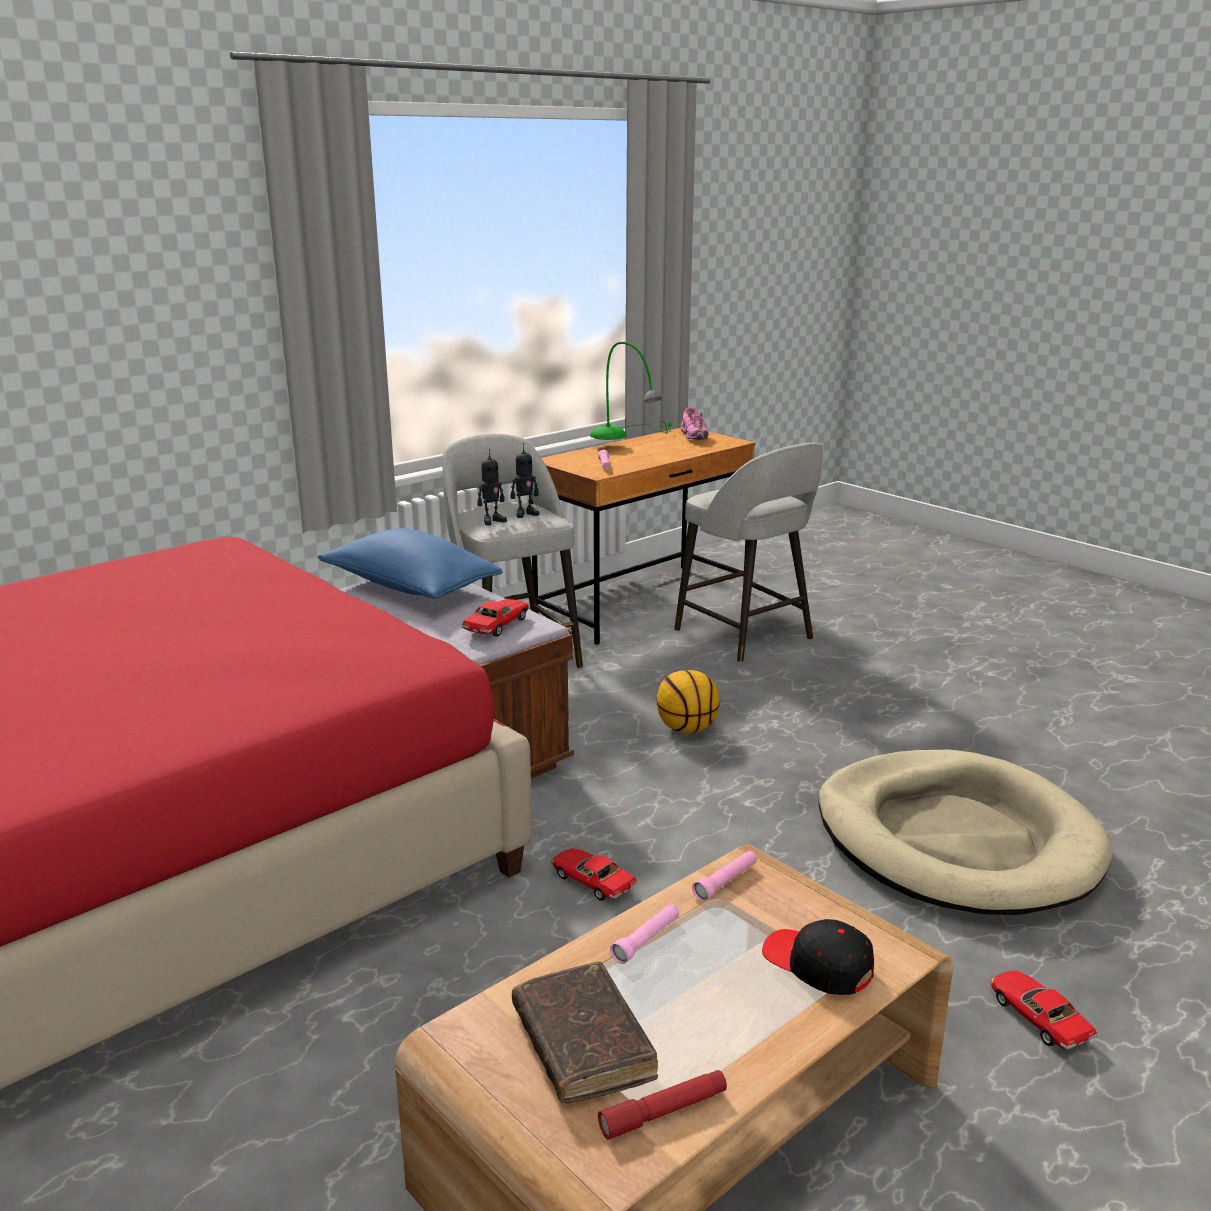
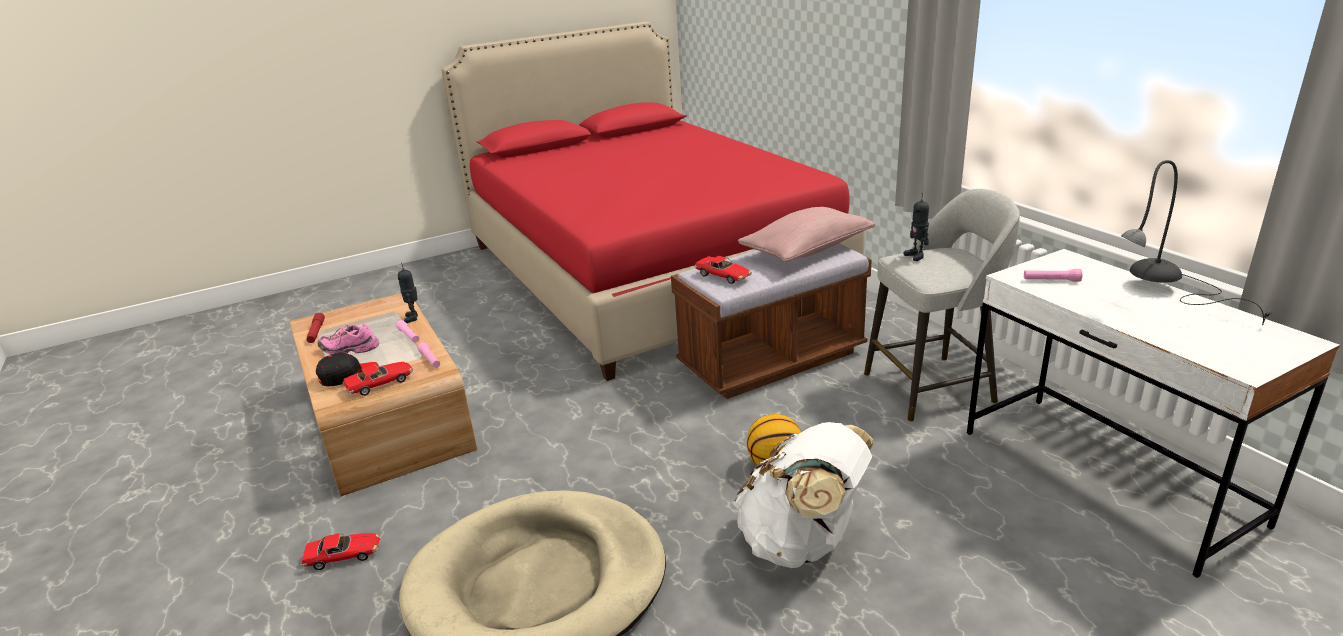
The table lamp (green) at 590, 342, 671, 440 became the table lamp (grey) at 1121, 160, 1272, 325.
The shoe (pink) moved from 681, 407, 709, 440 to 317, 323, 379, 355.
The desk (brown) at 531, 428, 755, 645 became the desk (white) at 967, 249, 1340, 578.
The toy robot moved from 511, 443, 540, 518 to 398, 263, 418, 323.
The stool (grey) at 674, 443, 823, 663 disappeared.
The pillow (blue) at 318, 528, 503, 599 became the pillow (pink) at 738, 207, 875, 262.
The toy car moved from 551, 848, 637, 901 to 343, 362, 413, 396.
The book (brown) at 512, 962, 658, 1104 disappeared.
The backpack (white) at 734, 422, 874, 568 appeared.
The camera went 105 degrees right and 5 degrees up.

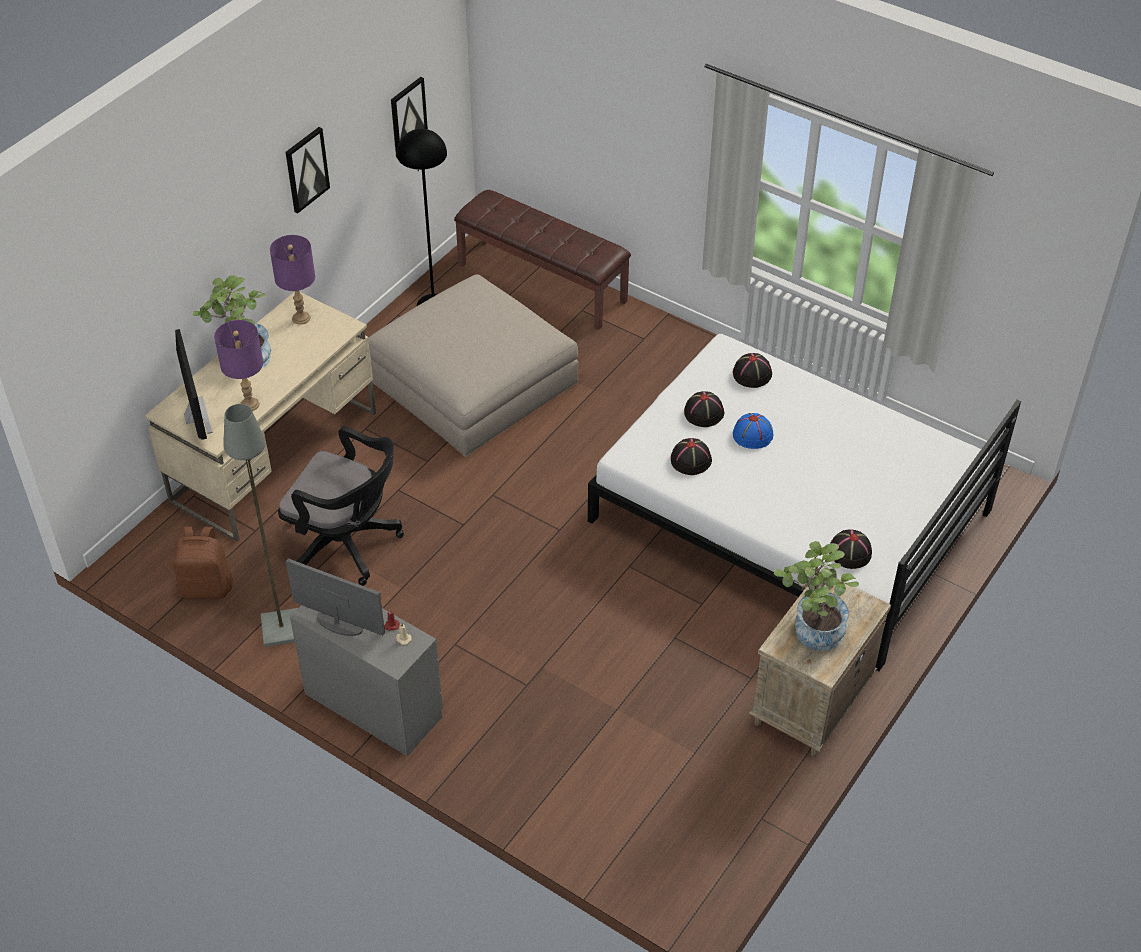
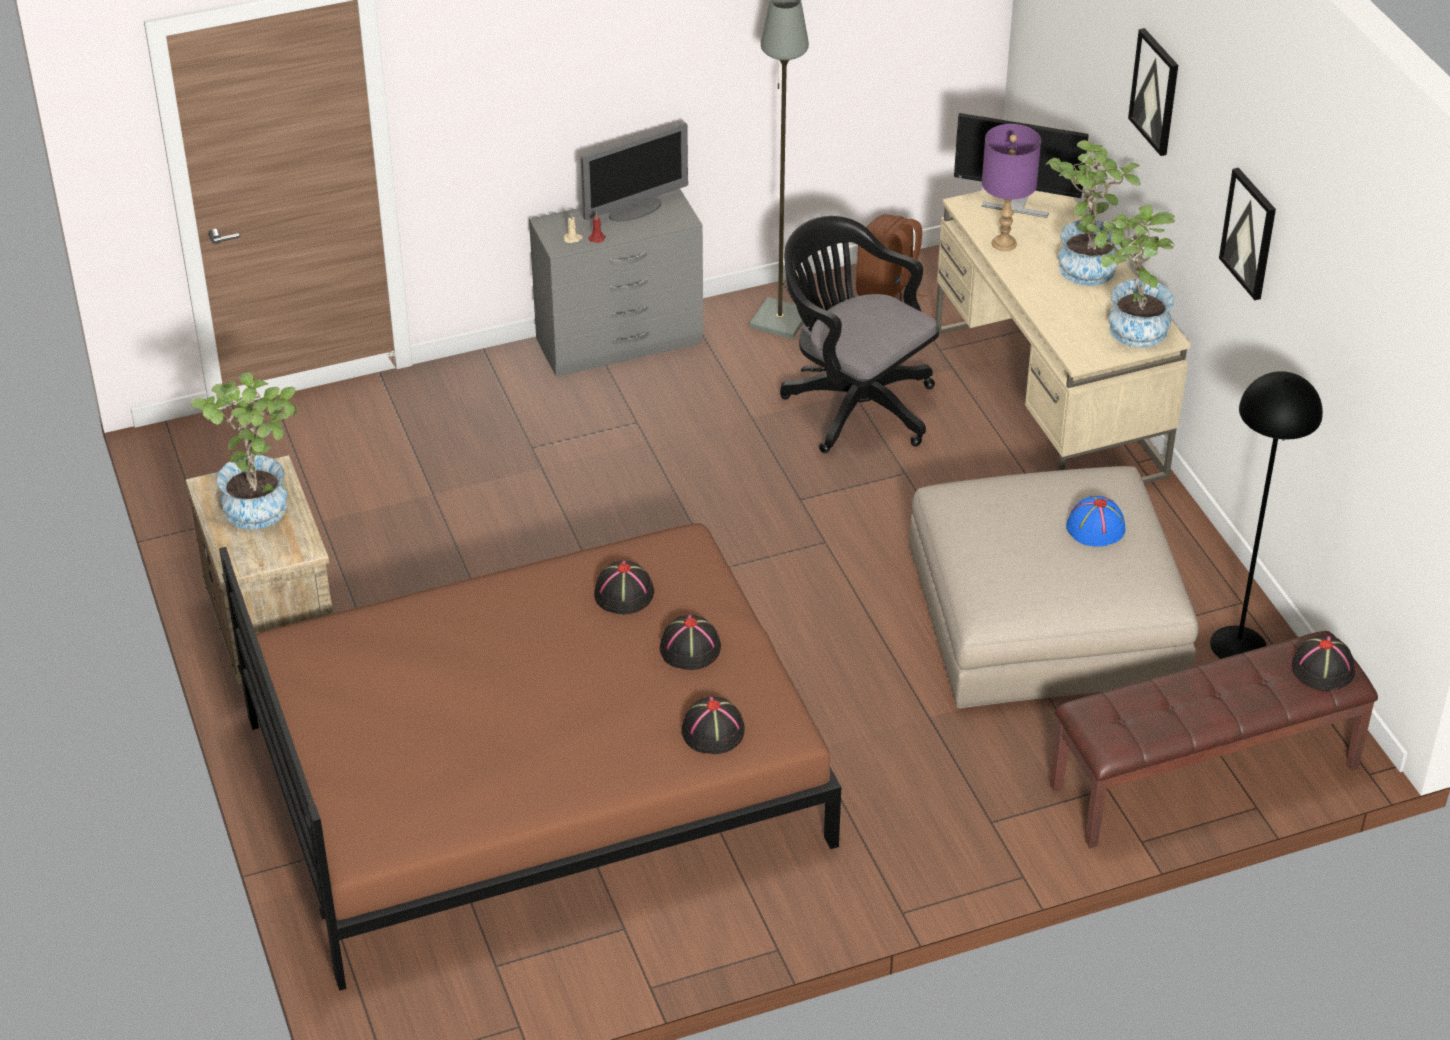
The picture moved from 391, 77, 428, 157 to 1128, 28, 1178, 156.
The table lamp (purple) at 270, 235, 315, 325 was replaced by the potted plant at 1087, 205, 1175, 348.
The bed (white) at 588, 334, 1021, 671 became the bed (brown) at 219, 523, 841, 991.
The hat (blue) moved from 733, 413, 773, 449 to 1066, 496, 1125, 547.
The office chair (black) at 278, 426, 404, 586 turned 75 degrees clockwise.
The hat (black) moved from 829, 529, 872, 569 to 1292, 636, 1355, 691.
The camera went 125 degrees right and 5 degrees down.

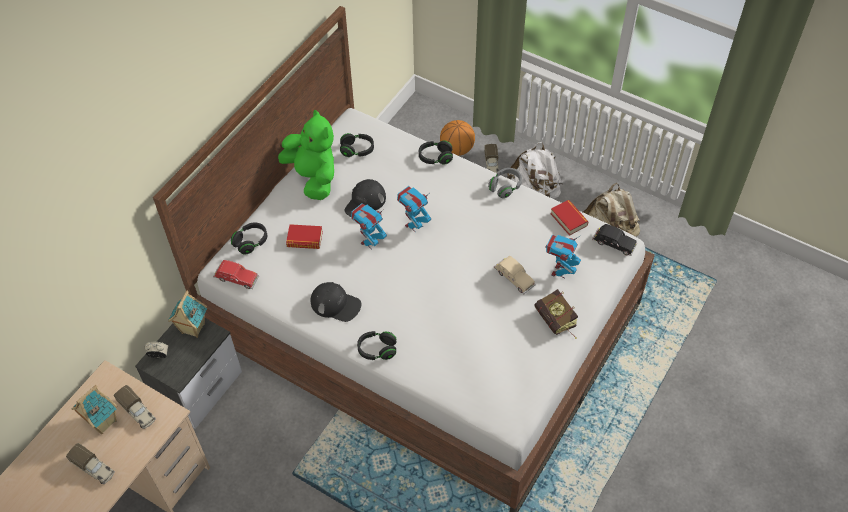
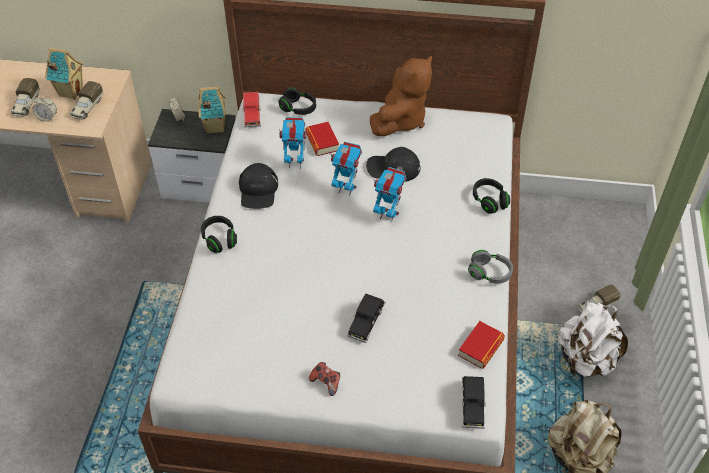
The plush toy (green) at 278, 110, 334, 200 became the plush toy (brown) at 370, 56, 432, 136.
The basketball at 440, 120, 475, 156 disappeared.
The headphones (black) at 340, 133, 374, 157 disappeared.
The toy robot moved from 545, 235, 581, 278 to 279, 117, 306, 169.
The toy car (beige) at 494, 256, 536, 294 became the toy car (black) at 347, 294, 385, 343.
The book at 534, 289, 578, 339 was replaced by the game controller at 309, 362, 340, 396.
The alarm clock at 32, 95, 57, 122 appeared.
The camera went 65 degrees right and 5 degrees down.

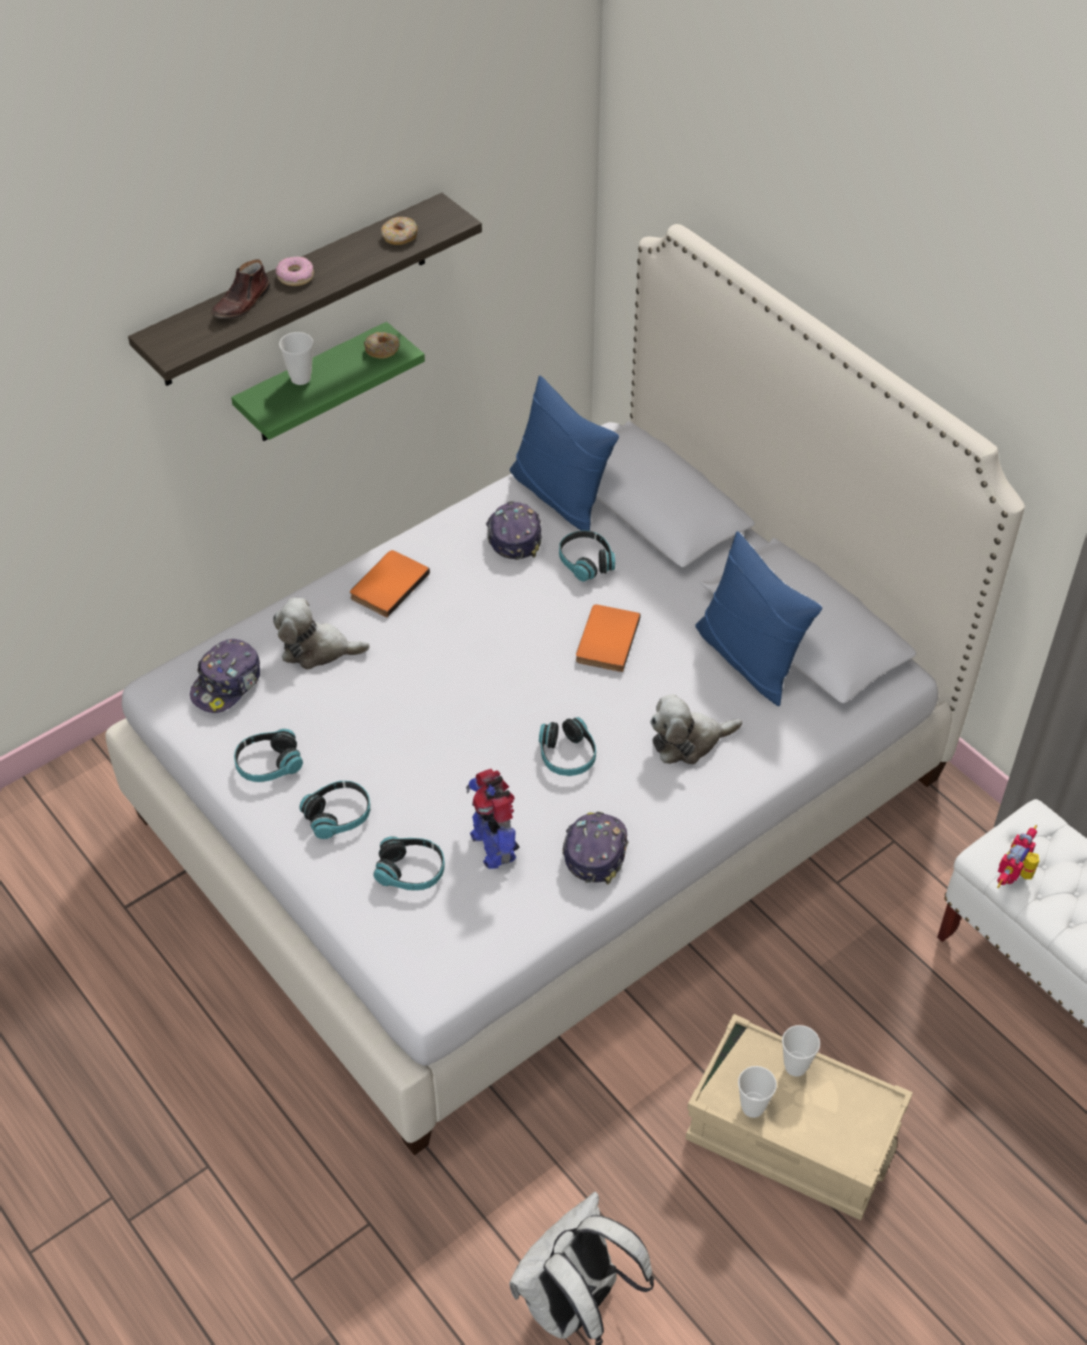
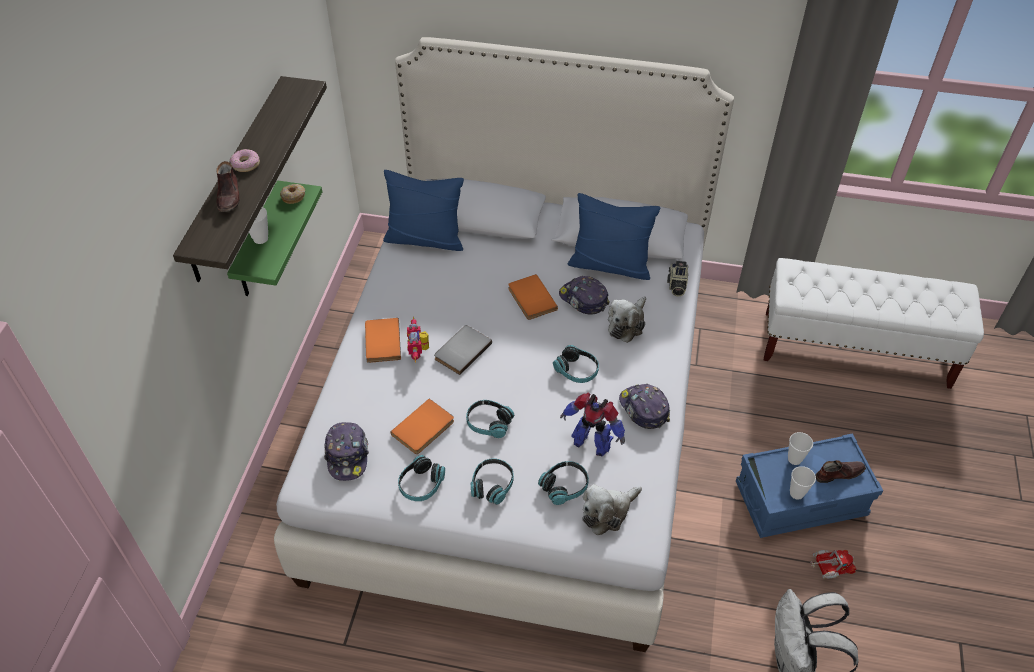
The donut at 381, 217, 418, 245 disappeared.
The cap moved from 486, 501, 542, 560 to 559, 276, 610, 315.
The headphones moved from 559, 530, 615, 582 to 466, 400, 514, 438.
The plush toy moved from 273, 598, 370, 670 to 582, 484, 642, 535.
The toy robot moved from 997, 825, 1039, 888 to 407, 317, 429, 363.
The storage box (beige) at 686, 1014, 913, 1220 became the storage box (blue) at 736, 433, 883, 538.
The photo camera at 667, 261, 688, 296 appeared.
The book (grey) at 434, 325, 492, 375 appeared.
The book (orange) at 391, 399, 454, 454 appeared.
The shoe (brown) at 815, 460, 866, 483 appeared.
The toy truck at 810, 550, 856, 579 appeared.
The camera went 40 degrees left and 0 degrees up.

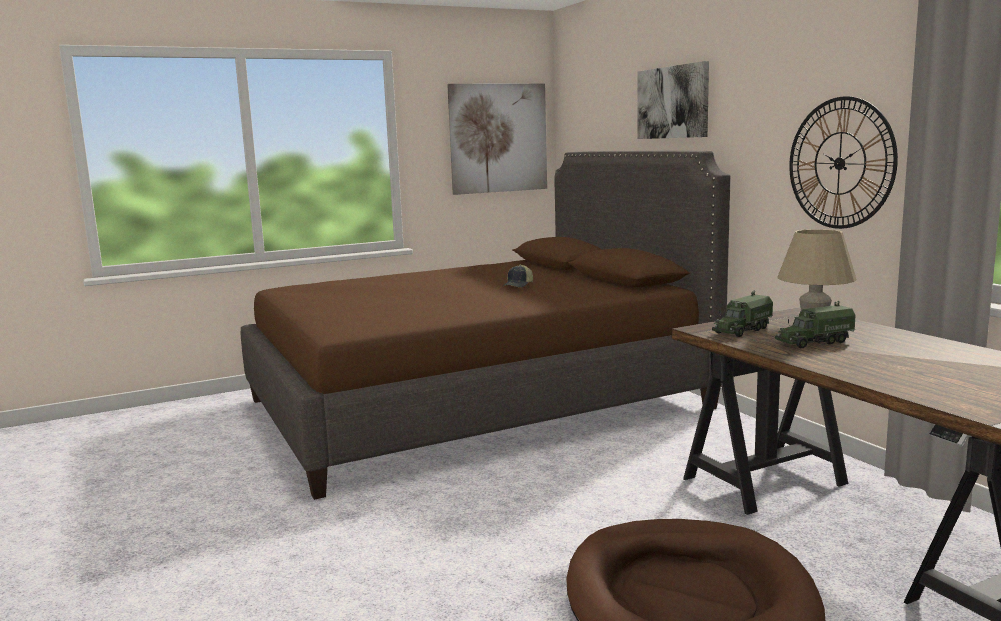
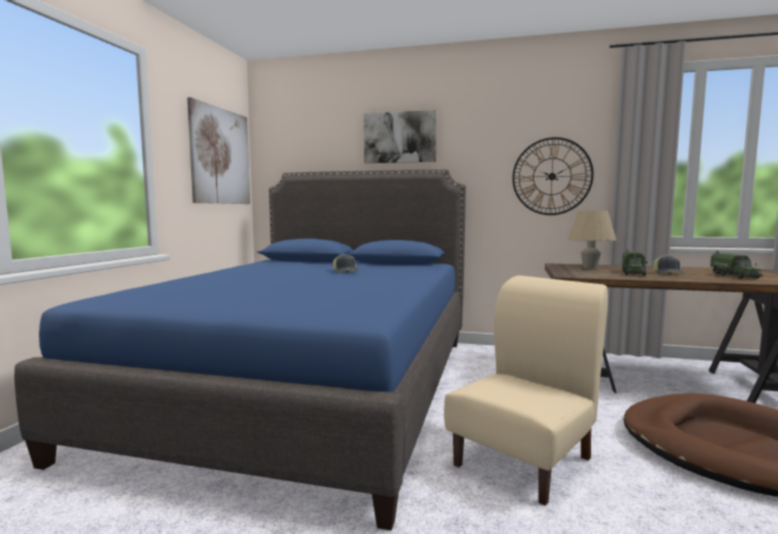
The bed (brown) at 241, 151, 731, 500 became the bed (blue) at 14, 169, 466, 531.
The toy truck moved from 712, 291, 773, 337 to 710, 250, 763, 279.
The cap at 653, 255, 684, 275 appeared.
The chair (beige) at 444, 275, 608, 506 appeared.
The camera went 50 degrees left and 5 degrees down.

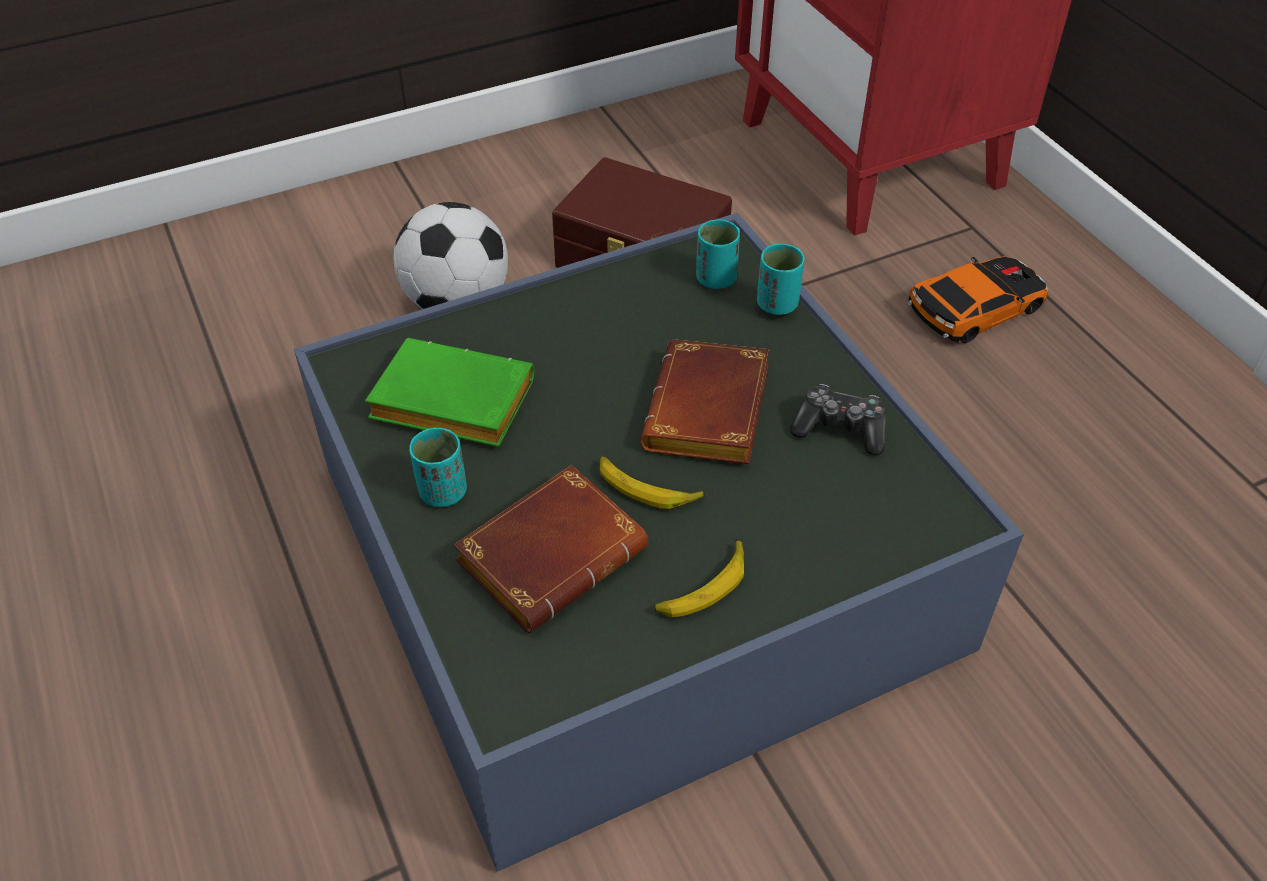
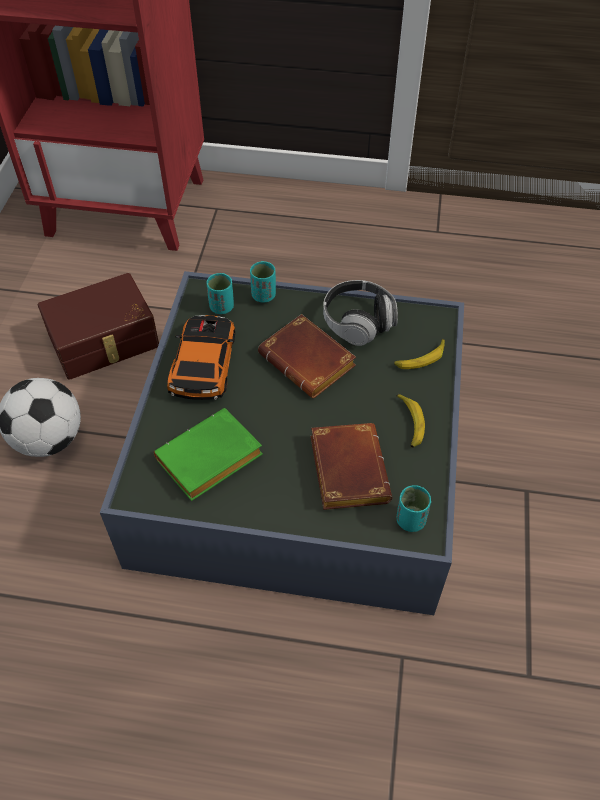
The toy car moved from 908, 256, 1048, 343 to 167, 315, 235, 400.
The game controller at 790, 384, 886, 455 was replaced by the headphones at 323, 280, 398, 346.
The cup (turquoise) moved from 409, 428, 467, 507 to 397, 485, 431, 532.
The banana moved from 600, 456, 705, 509 to 394, 339, 445, 369.
The camera went 55 degrees left and 5 degrees up.

